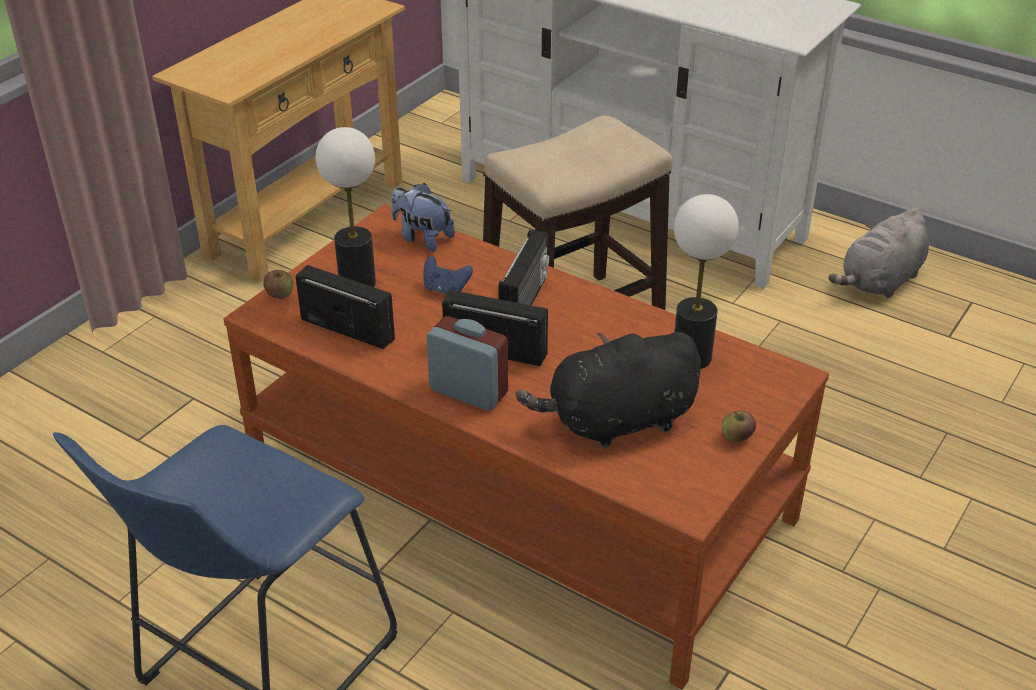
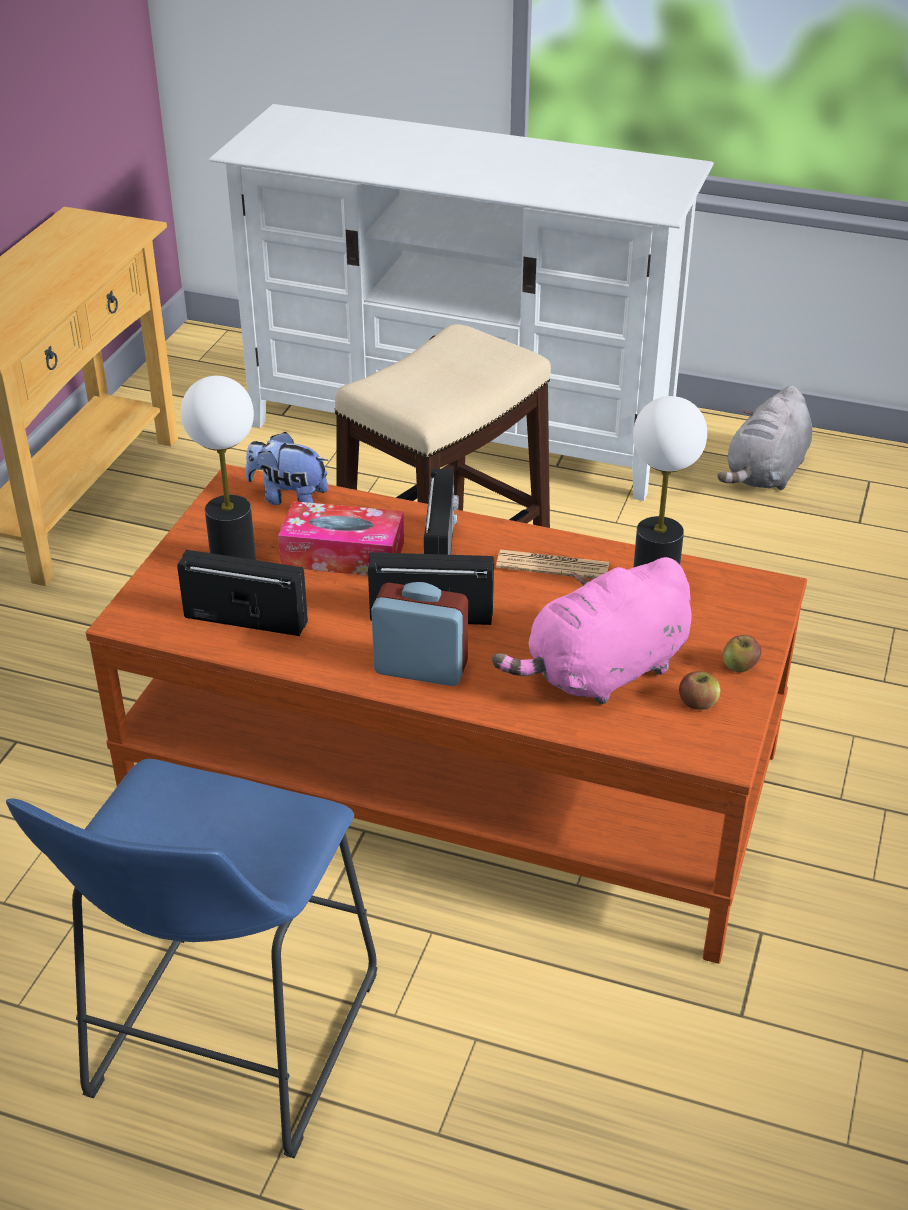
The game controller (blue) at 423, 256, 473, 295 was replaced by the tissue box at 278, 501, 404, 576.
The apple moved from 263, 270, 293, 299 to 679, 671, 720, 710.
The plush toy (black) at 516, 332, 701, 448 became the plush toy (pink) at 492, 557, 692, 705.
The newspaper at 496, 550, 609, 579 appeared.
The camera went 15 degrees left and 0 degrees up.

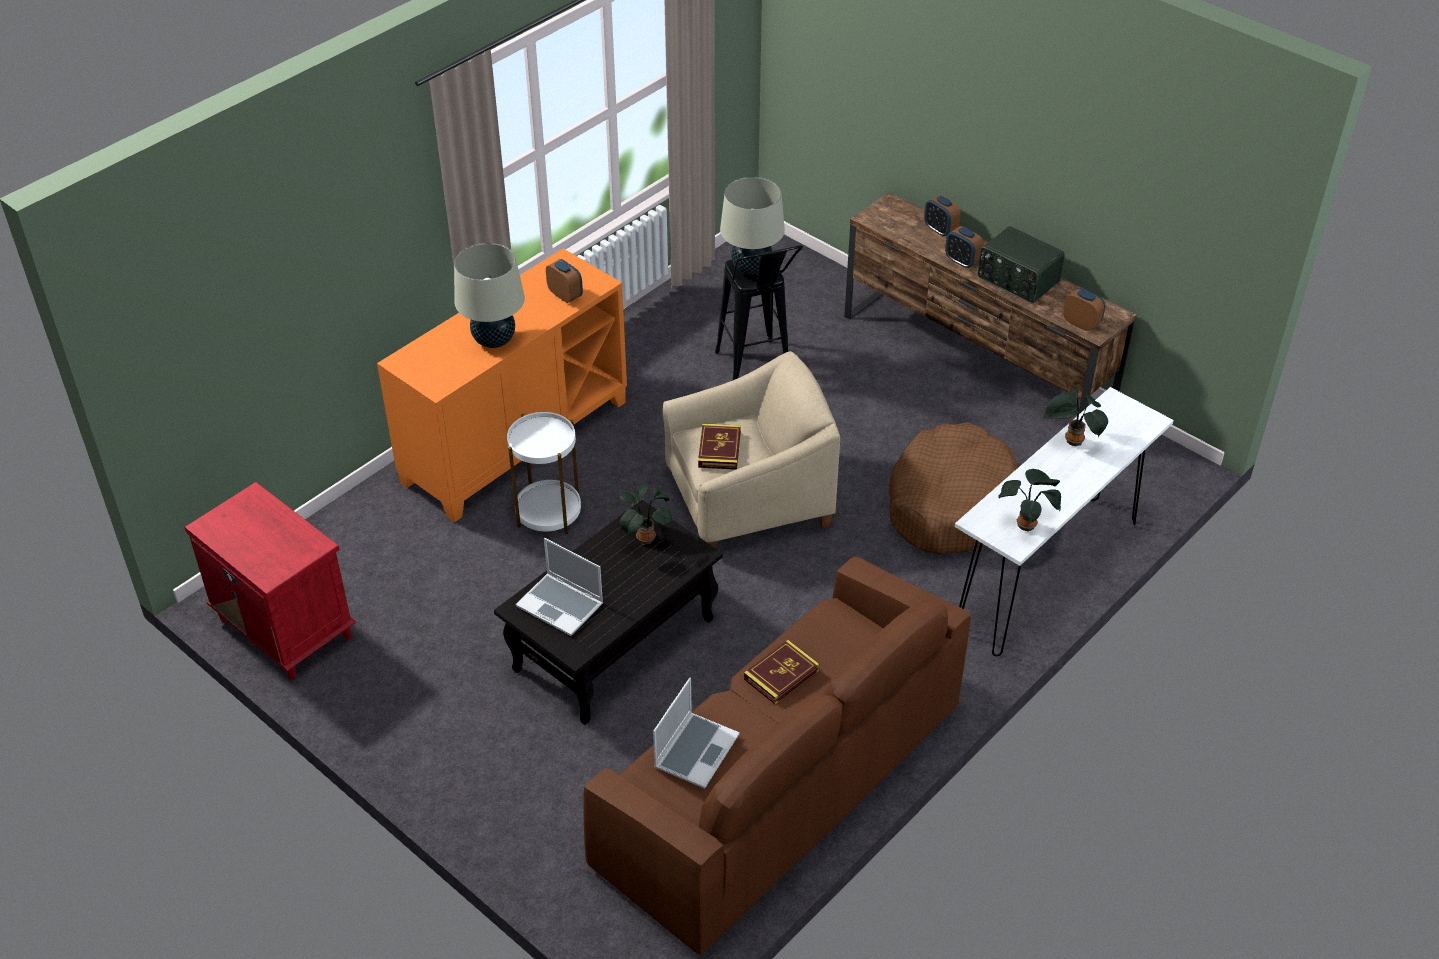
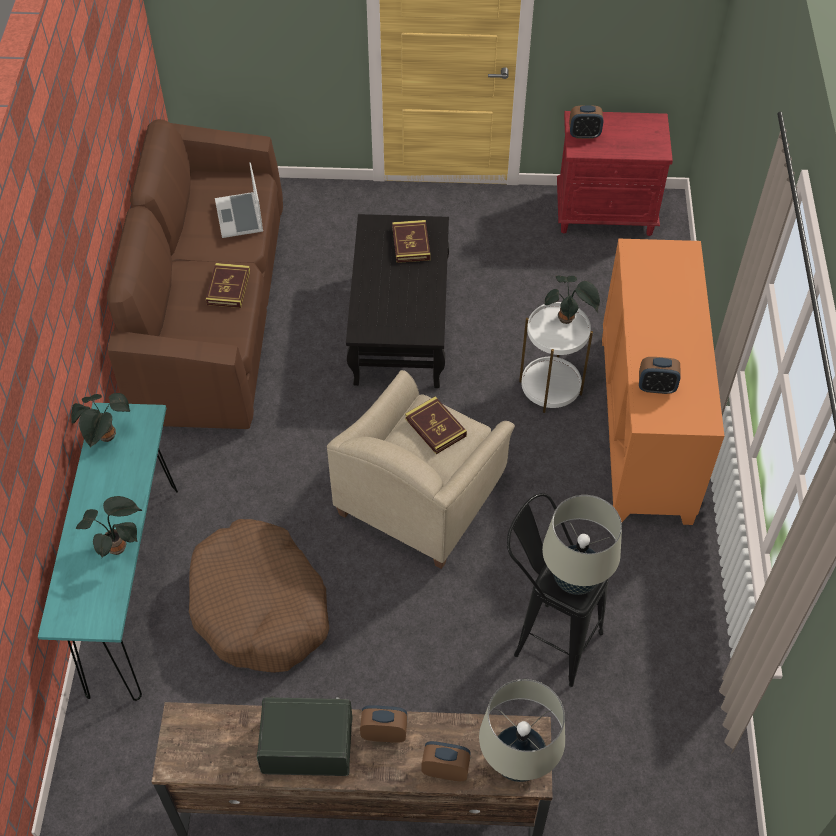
The table lamp (beige) moved from 454, 243, 525, 348 to 479, 679, 565, 782.
The alarm clock moved from 1063, 288, 1105, 331 to 569, 105, 603, 139.
The console table (white) at 955, 387, 1174, 656 became the console table (turquoise) at 38, 403, 178, 701.
The potted plant moved from 619, 483, 672, 545 to 544, 276, 600, 324.
The laptop at 516, 538, 603, 636 was replaced by the book at 392, 220, 430, 263.
The camera went 140 degrees right and 10 degrees up.

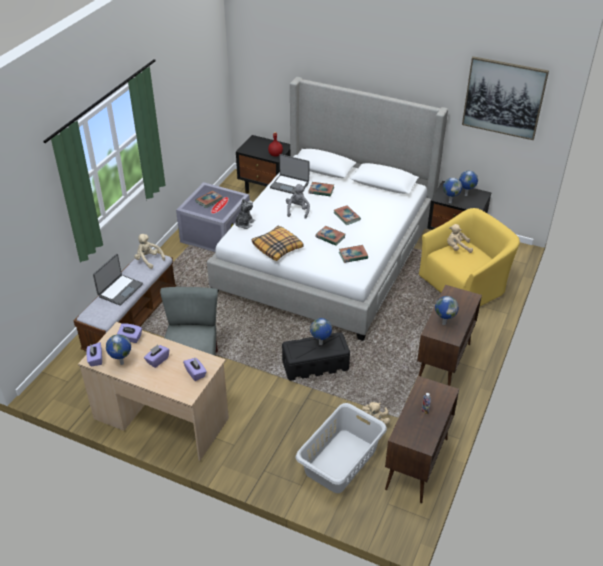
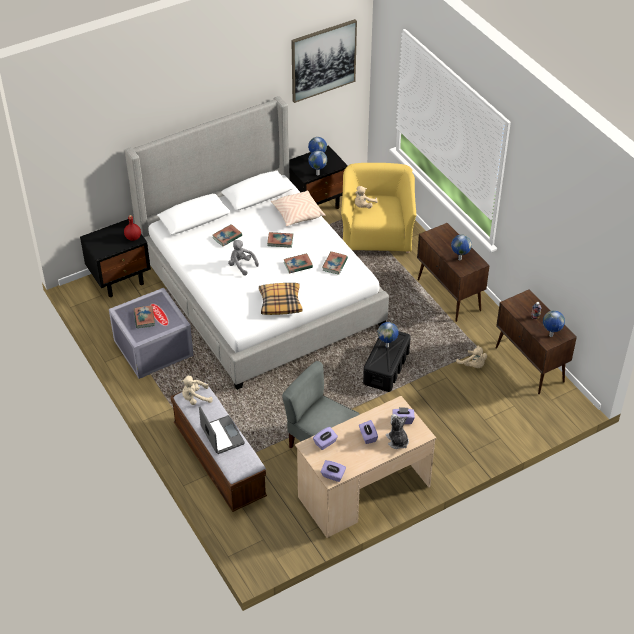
The laptop at 270, 154, 309, 194 disappeared.
The plush toy moved from 235, 198, 255, 229 to 386, 414, 409, 449.
The globe moved from 106, 334, 131, 365 to 543, 310, 565, 337.
The laundry basket (grey) at 295, 403, 387, 493 disappeared.
The pillow (beige) at 271, 190, 326, 226 appeared.
The camera went 55 degrees left and 5 degrees up.

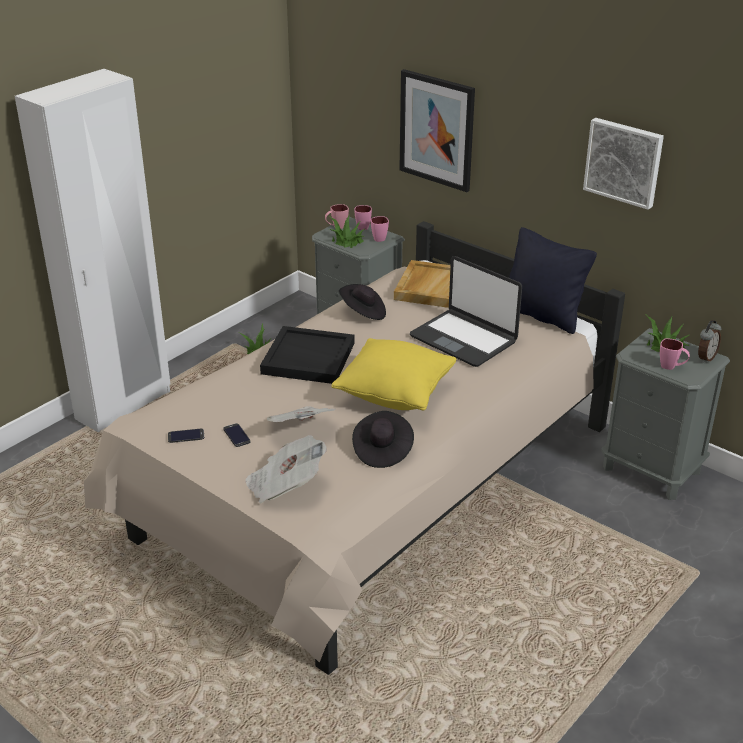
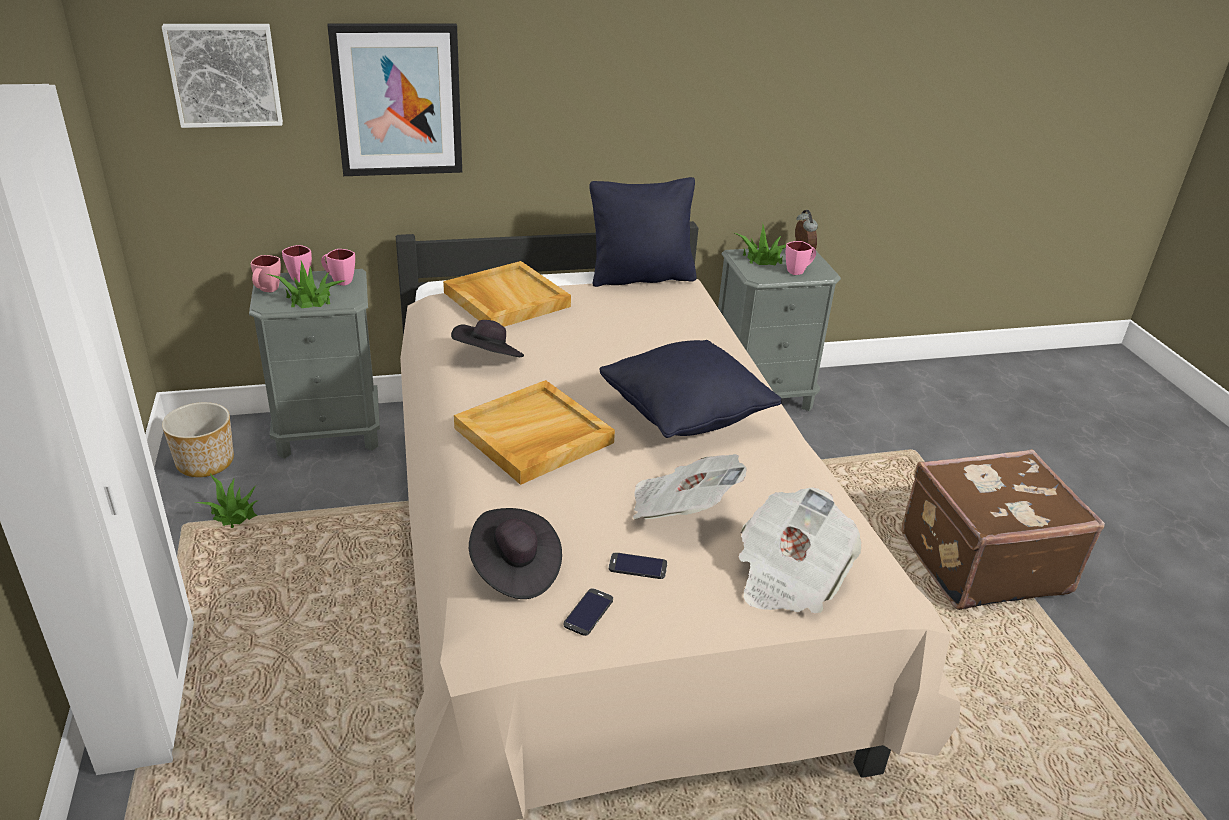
The picture moved from 583, 118, 664, 210 to 162, 24, 283, 128.
The laptop at 410, 256, 522, 367 disappeared.
The tray (black) at 260, 326, 354, 384 became the tray (beige) at 454, 380, 615, 485.
The pillow (yellow) at 331, 338, 457, 410 became the pillow (black) at 599, 340, 781, 438.
The hat (black) moved from 352, 411, 414, 468 to 469, 508, 562, 599.
The planter at 162, 402, 234, 477 appeared.
The suitcase (brown) at 902, 449, 1105, 610 appeared.
The camera went 55 degrees left and 0 degrees up.

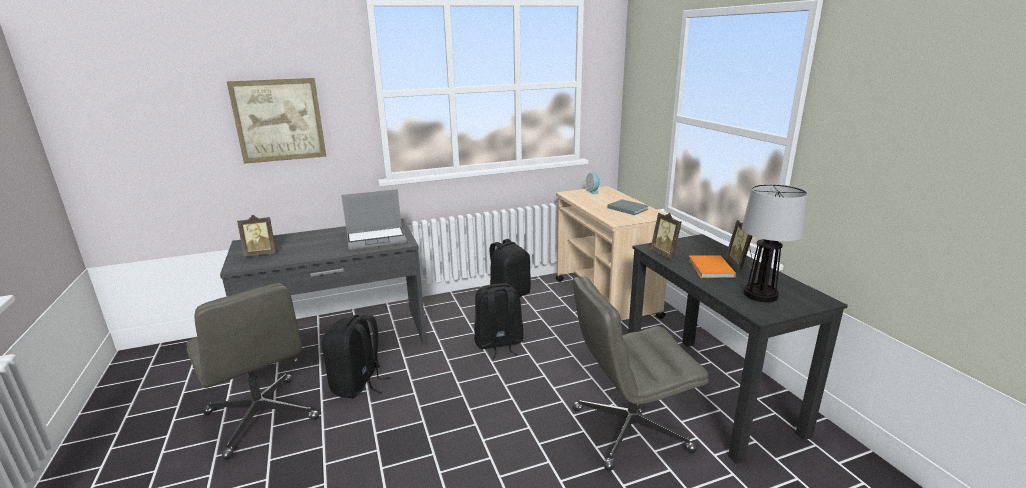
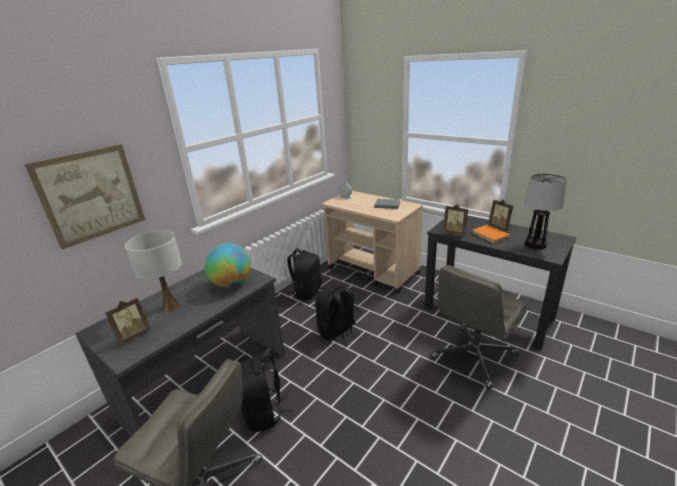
The laptop at 341, 189, 407, 251 was replaced by the globe at 205, 243, 251, 288.
The table lamp (white) at 125, 230, 182, 312 appeared.
The camera went 30 degrees left and 5 degrees up.

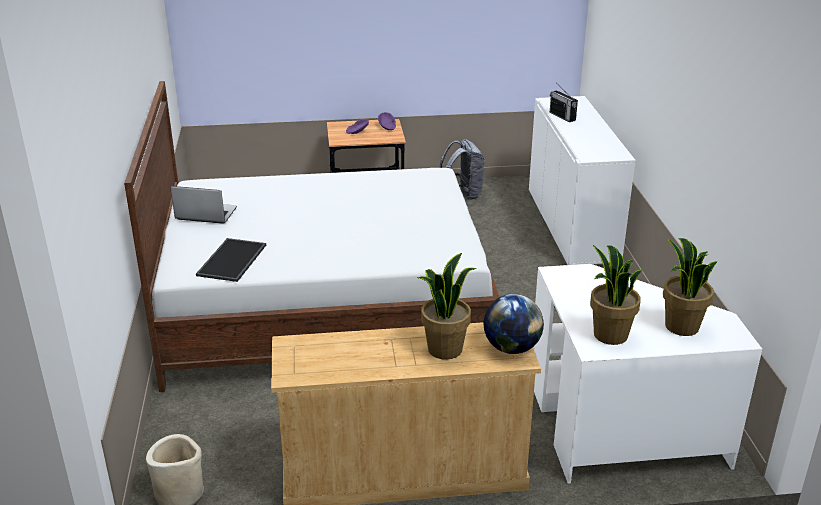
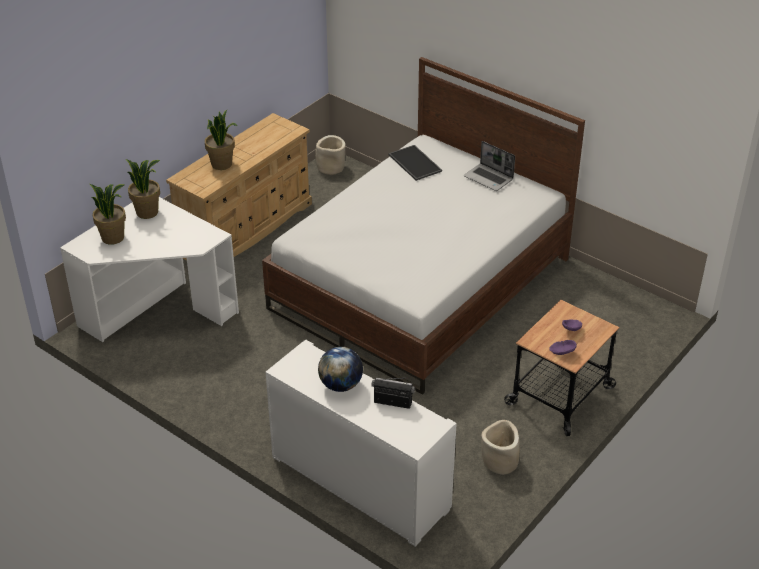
The backpack (grey) at 440, 139, 485, 200 was replaced by the planter (beige) at 481, 420, 520, 475.
The laptop at 170, 186, 237, 224 turned 75 degrees clockwise.
The globe moved from 483, 294, 544, 354 to 318, 347, 363, 392.
The camera went 135 degrees right and 10 degrees up.

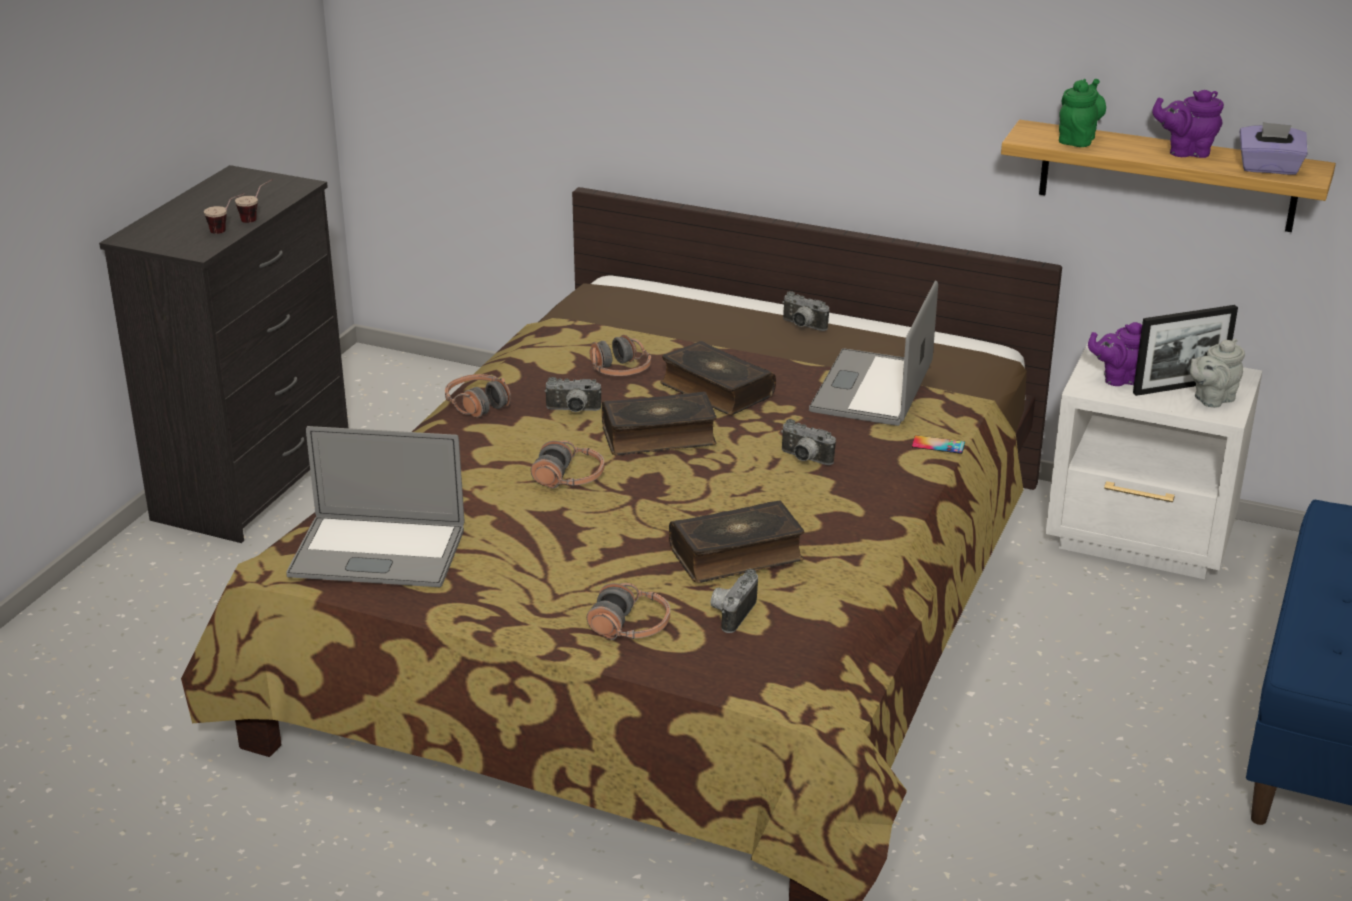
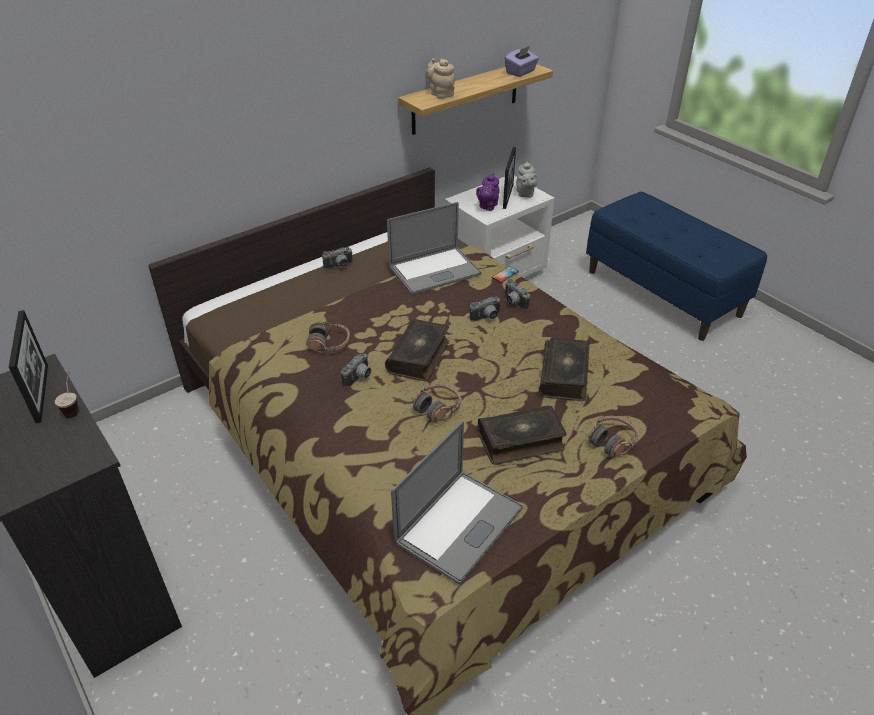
The teapot (green) at 1059, 79, 1106, 147 became the teapot (beige) at 427, 58, 455, 99.
The teapot (purple) at 1152, 90, 1224, 158 disappeared.
The cup at 204, 193, 244, 234 disappeared.
The laptop at 809, 281, 938, 426 turned 75 degrees counterclockwise.
The book moved from 660, 341, 776, 415 to 478, 405, 567, 465.
The headphones at 445, 374, 511, 418 disappeared.
The photo camera moved from 711, 569, 758, 633 to 505, 279, 530, 310.
The picture frame at 9, 310, 48, 423 appeared.
The camera went 60 degrees left and 10 degrees up.

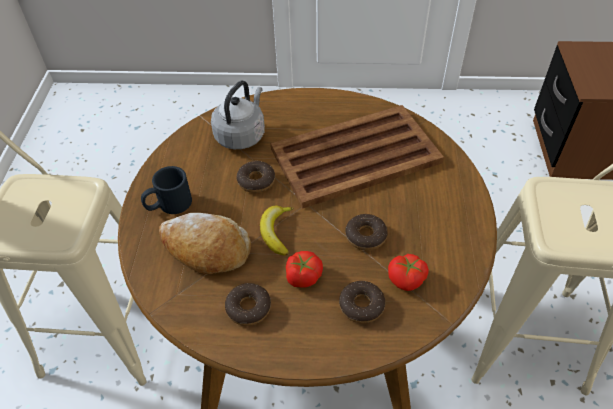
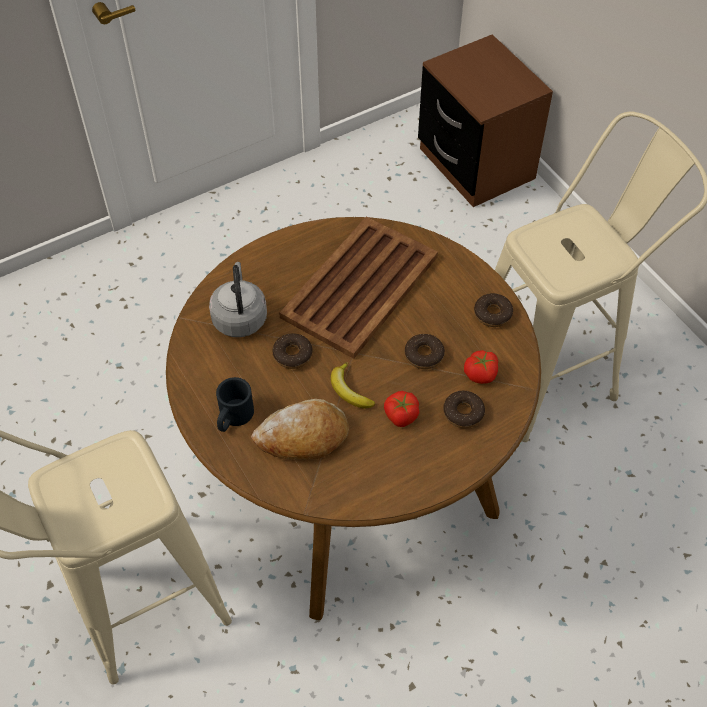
The donut moved from 225, 283, 271, 326 to 474, 293, 513, 327.
The camera went 35 degrees left and 5 degrees up.

